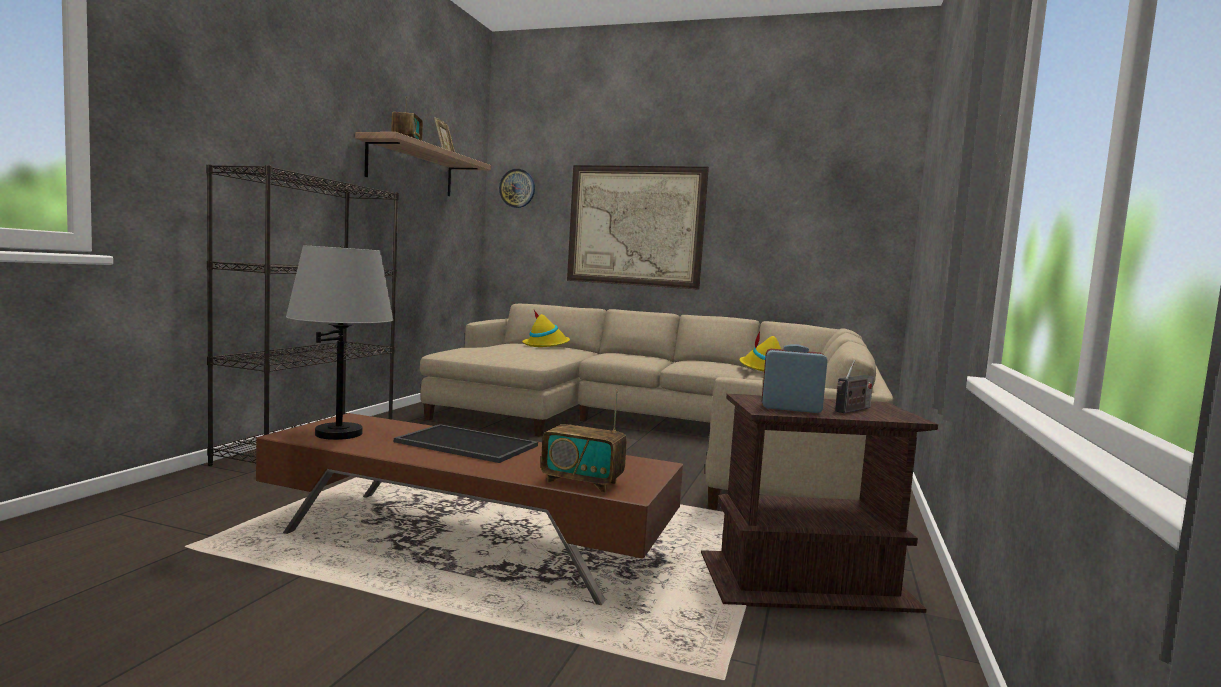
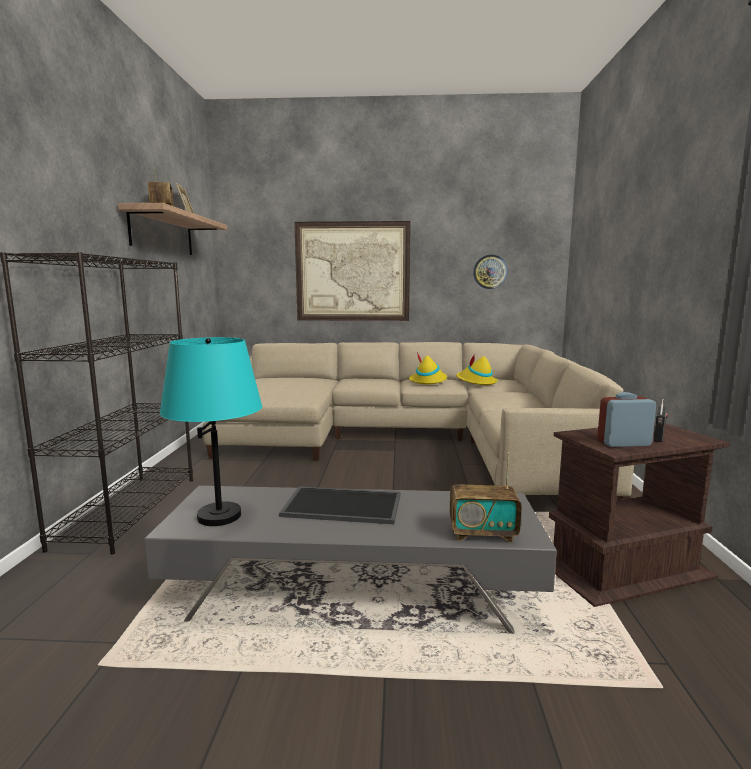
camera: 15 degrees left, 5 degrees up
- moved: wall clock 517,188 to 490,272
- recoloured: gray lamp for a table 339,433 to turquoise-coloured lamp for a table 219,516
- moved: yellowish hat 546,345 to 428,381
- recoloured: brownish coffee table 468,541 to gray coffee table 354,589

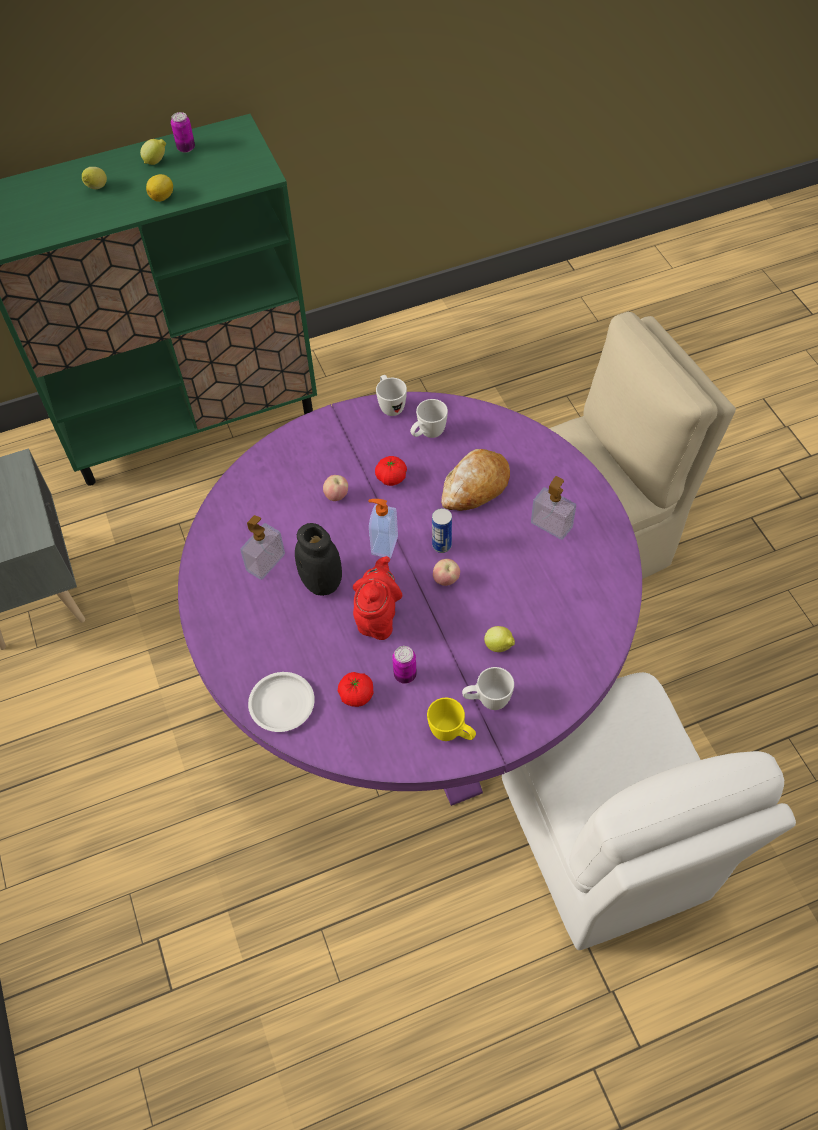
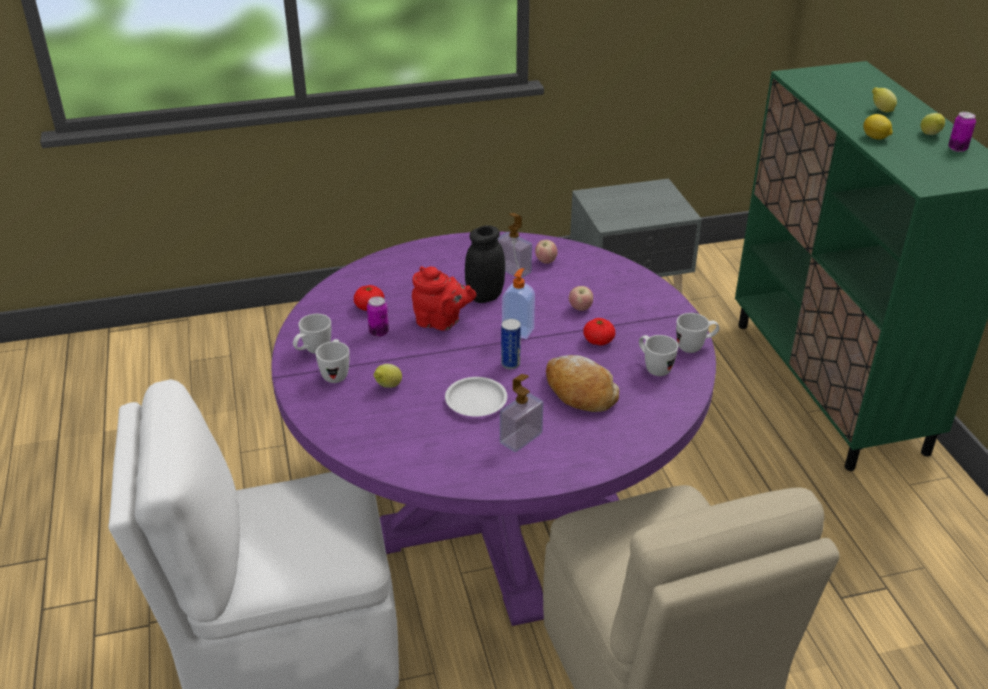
camera: 95 degrees right, 20 degrees down
- moved: apple 446,580 to 545,261
- moved: white-coloured flat dish 281,704 to 476,400
- recoloured: yellowish mug 452,734 to white-coloured mug 313,352

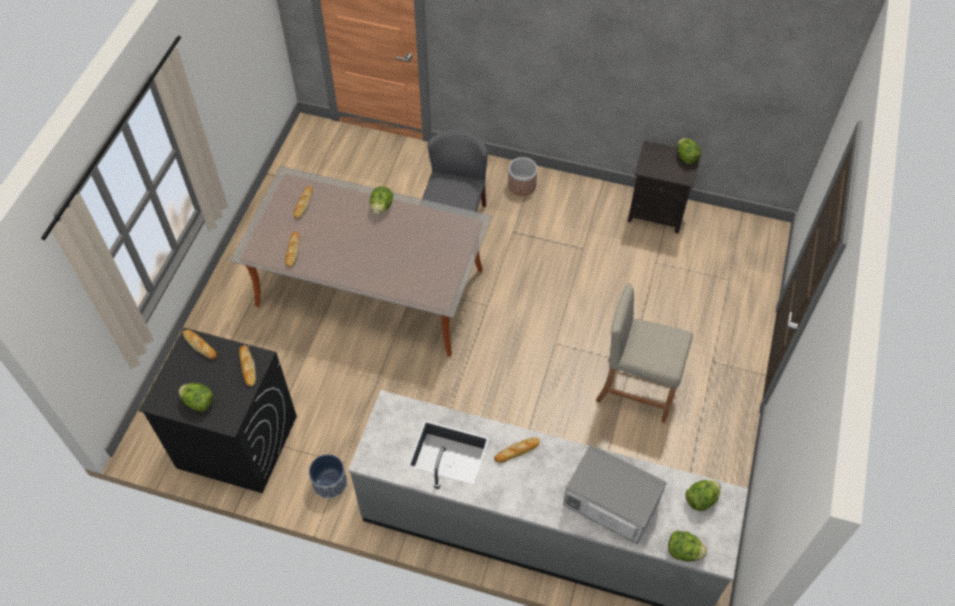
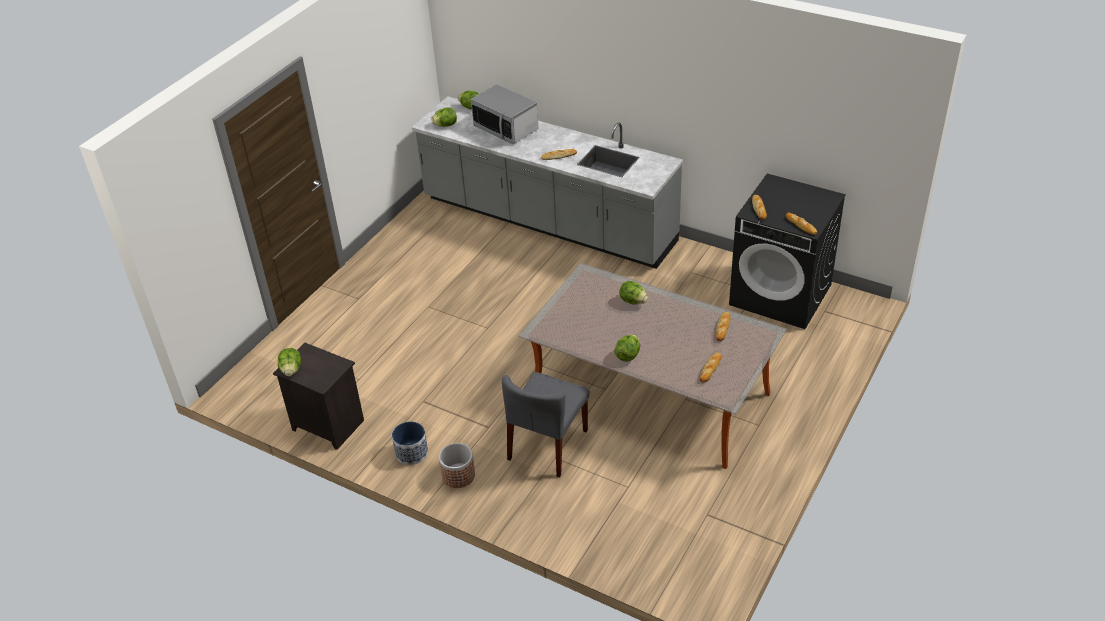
camera: 165 degrees left, 15 degrees down
- removed: sand-coloured stool 636,389
- moved: lettuce 199,402 to 633,301
- moved: flower pot 330,482 to 411,453

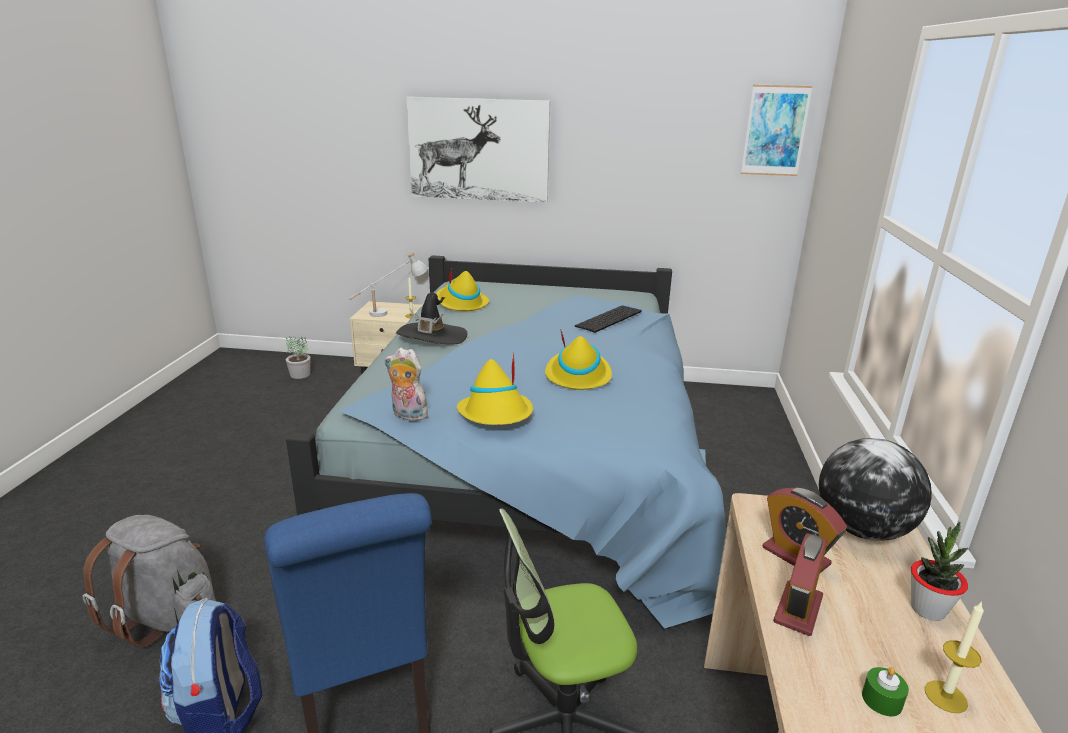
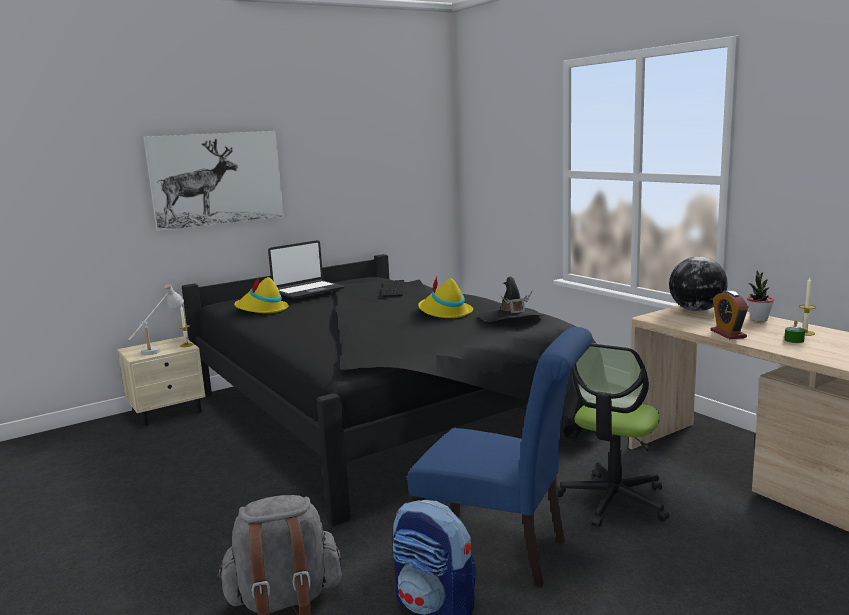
camera: 40 degrees left, 10 degrees down
- removed: wall art 775,131
- recoloured: bluish sleeping bed 535,458 to black-coloured sleeping bed 385,413
- moved: black-coloured hat 432,337 to 511,318
- removed: houseplant 300,374
- removed: soft toy 407,415
- removed: yellowish hat 496,415
- removed: bedside clock 795,556
- added: laptop 308,290

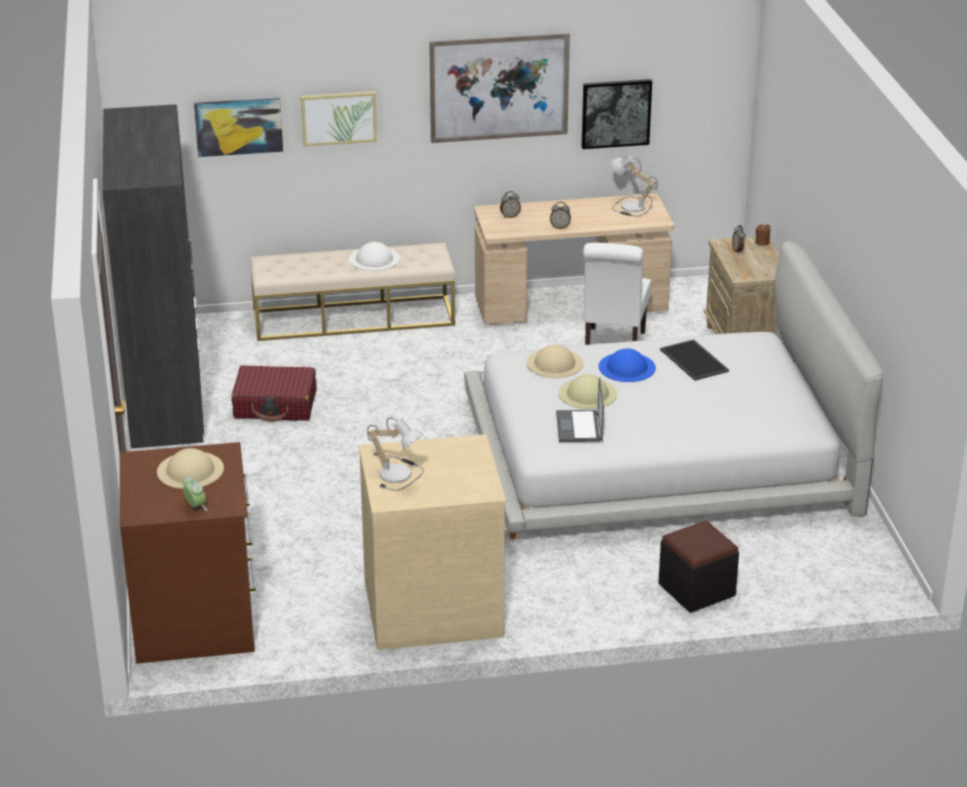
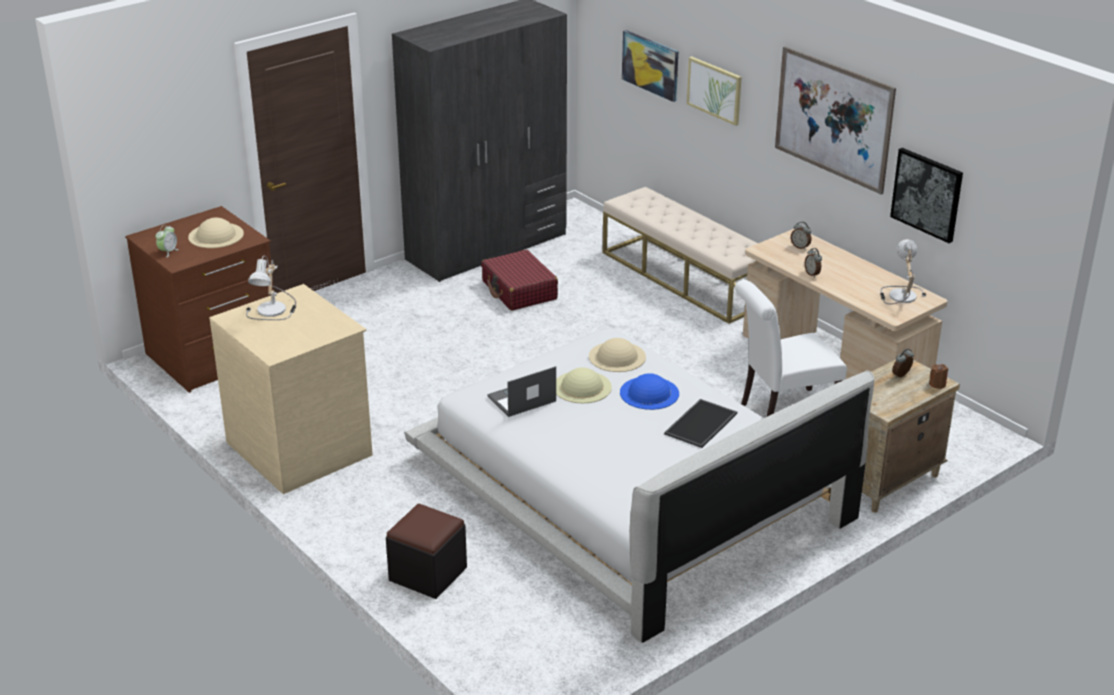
camera: 60 degrees right, 0 degrees up
- removed: white-coloured hat 374,258

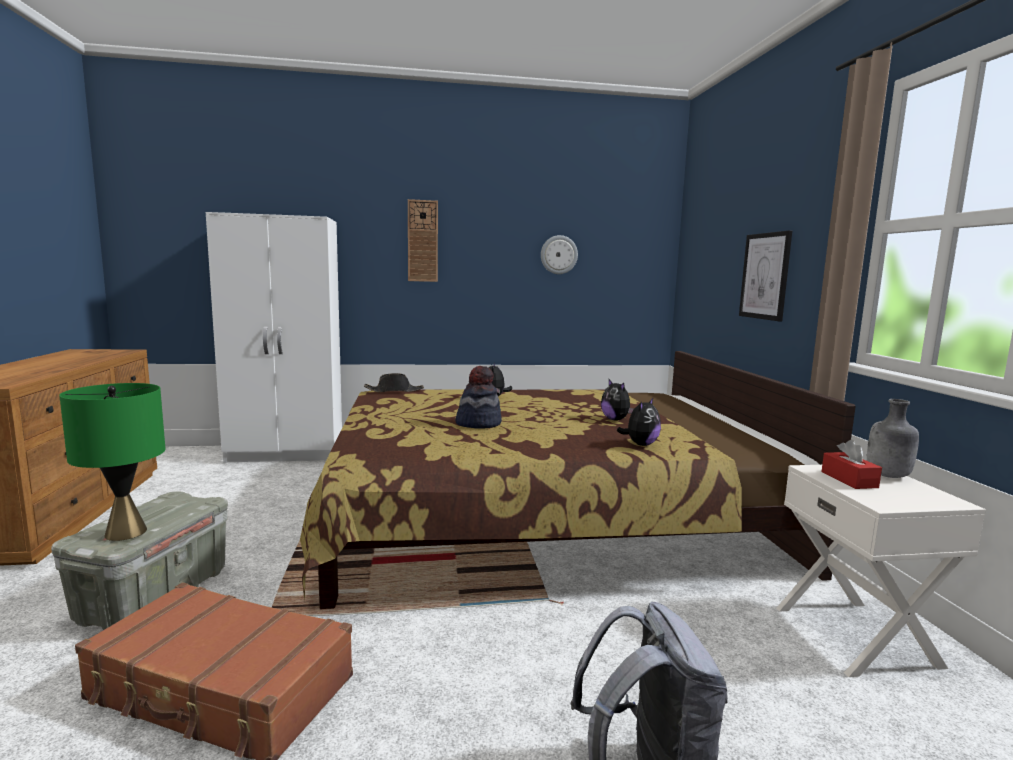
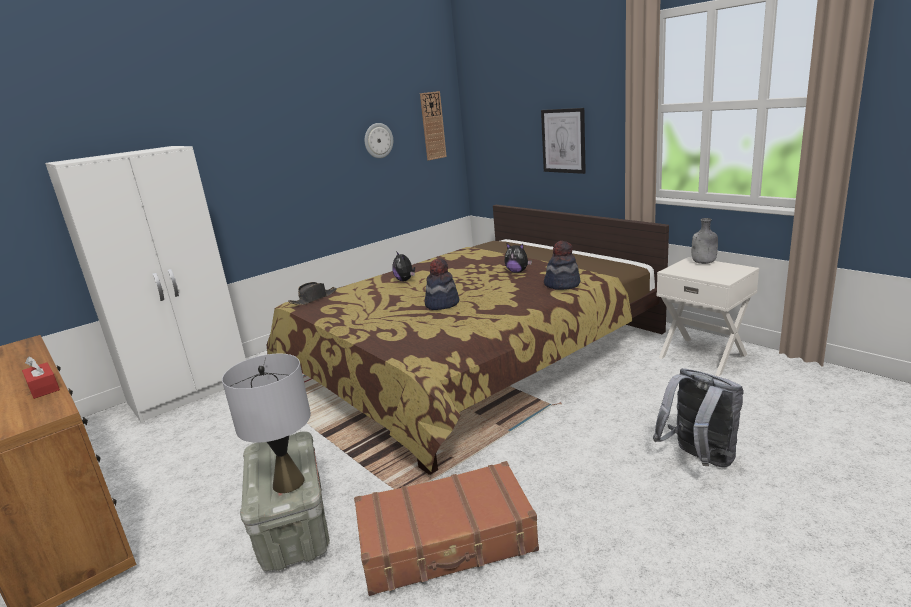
camera: 30 degrees left, 10 degrees up
- moved: wall clock 422,241 to 432,126
- recoloured: green lamp for a table 125,532 to gray lamp for a table 288,483
- replaced: soft toy 640,444 to hat 562,284
- moved: reddish tissue box 849,479 to 43,388

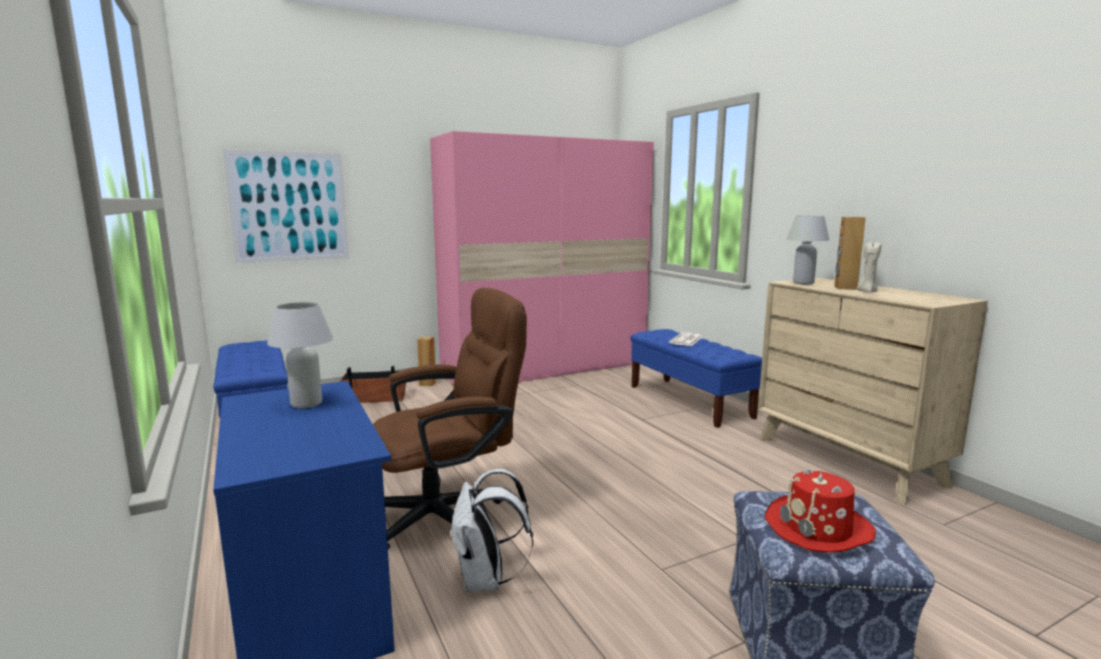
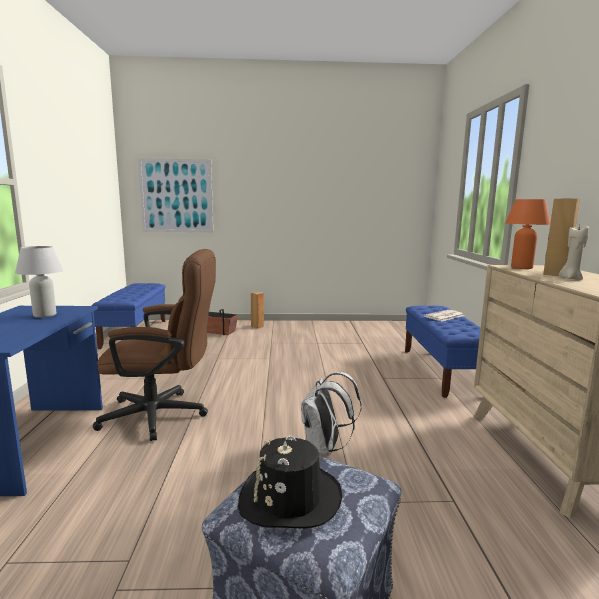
camera: 25 degrees right, 0 degrees up
- removed: pink clothes cupboard 546,368
- recoloured: white-coloured lamp for a table 803,283 to orange lamp for a table 521,267
- moved: white-coloured knapsack 486,580 to 325,448
- recoloured: reddish hat 819,528 to black-coloured hat 289,498

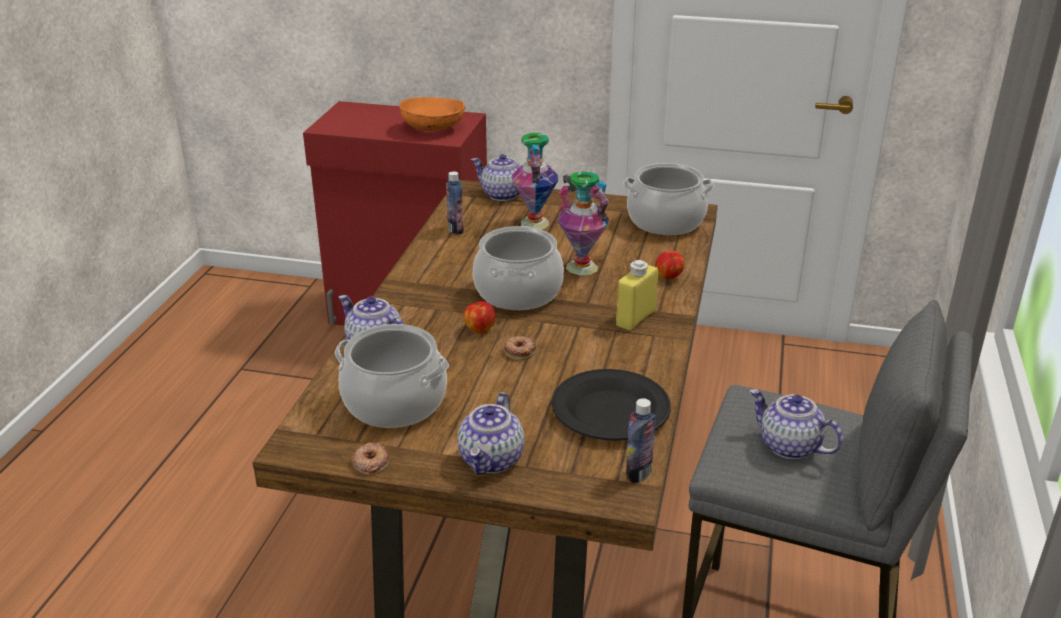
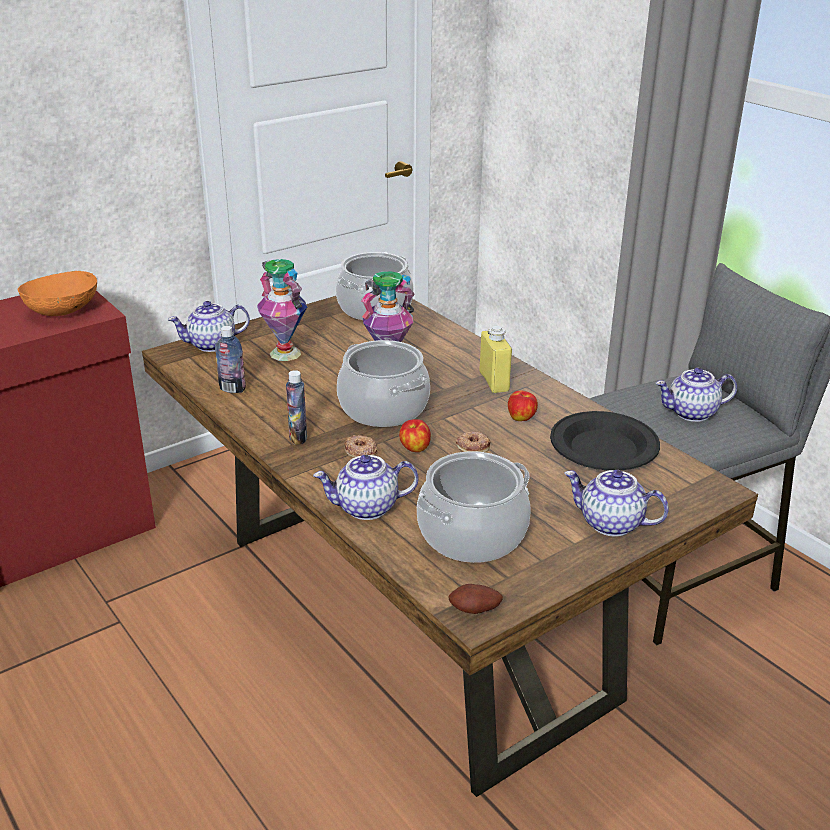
camera: 50 degrees left, 0 degrees up
- moved: apple 669,277 to 521,418
- turned: pot for tea 492,460 = 610,523 150 degrees clockwise
- moved: beverage bottle 638,474 to 298,437
- moved: donut 370,462 to 360,450
- added: spud 475,611

